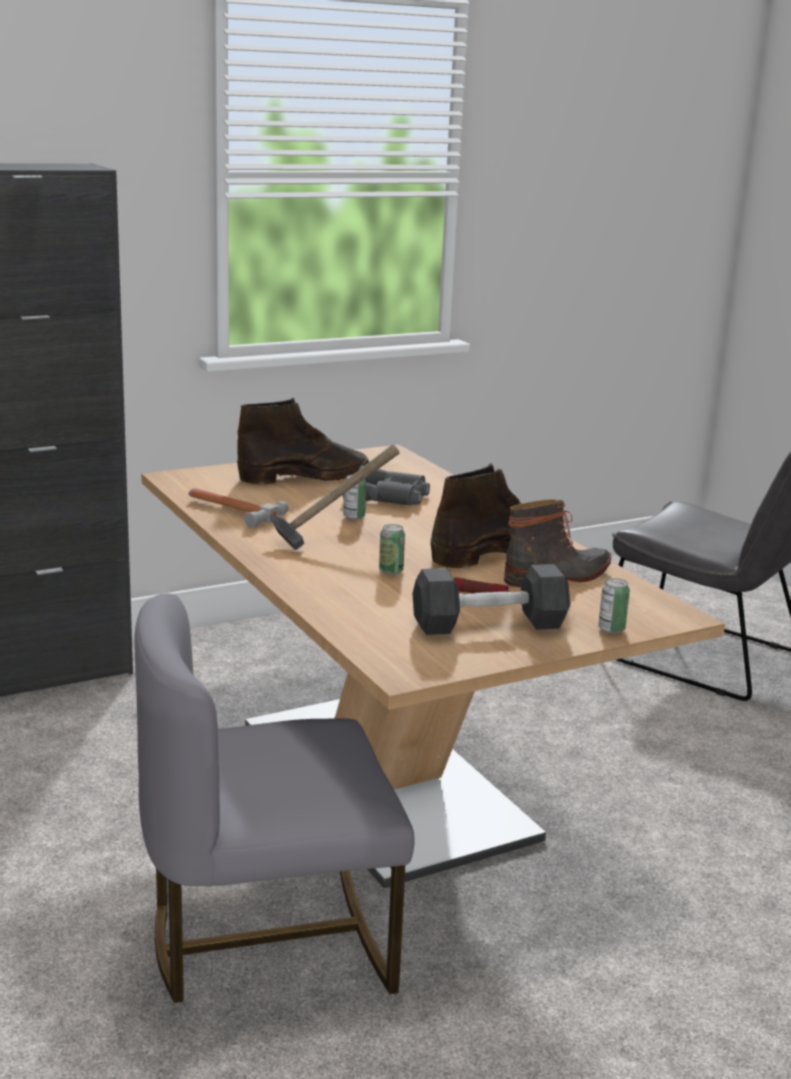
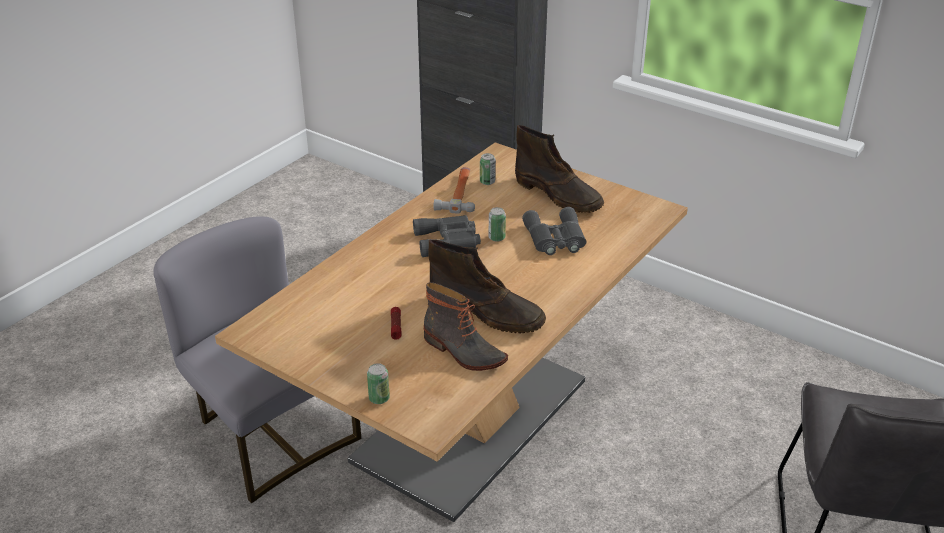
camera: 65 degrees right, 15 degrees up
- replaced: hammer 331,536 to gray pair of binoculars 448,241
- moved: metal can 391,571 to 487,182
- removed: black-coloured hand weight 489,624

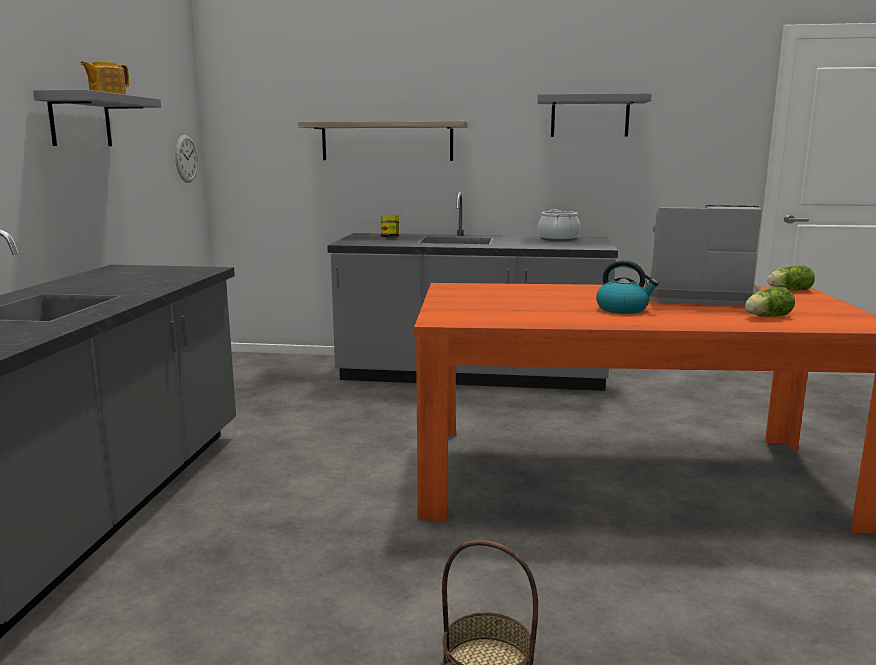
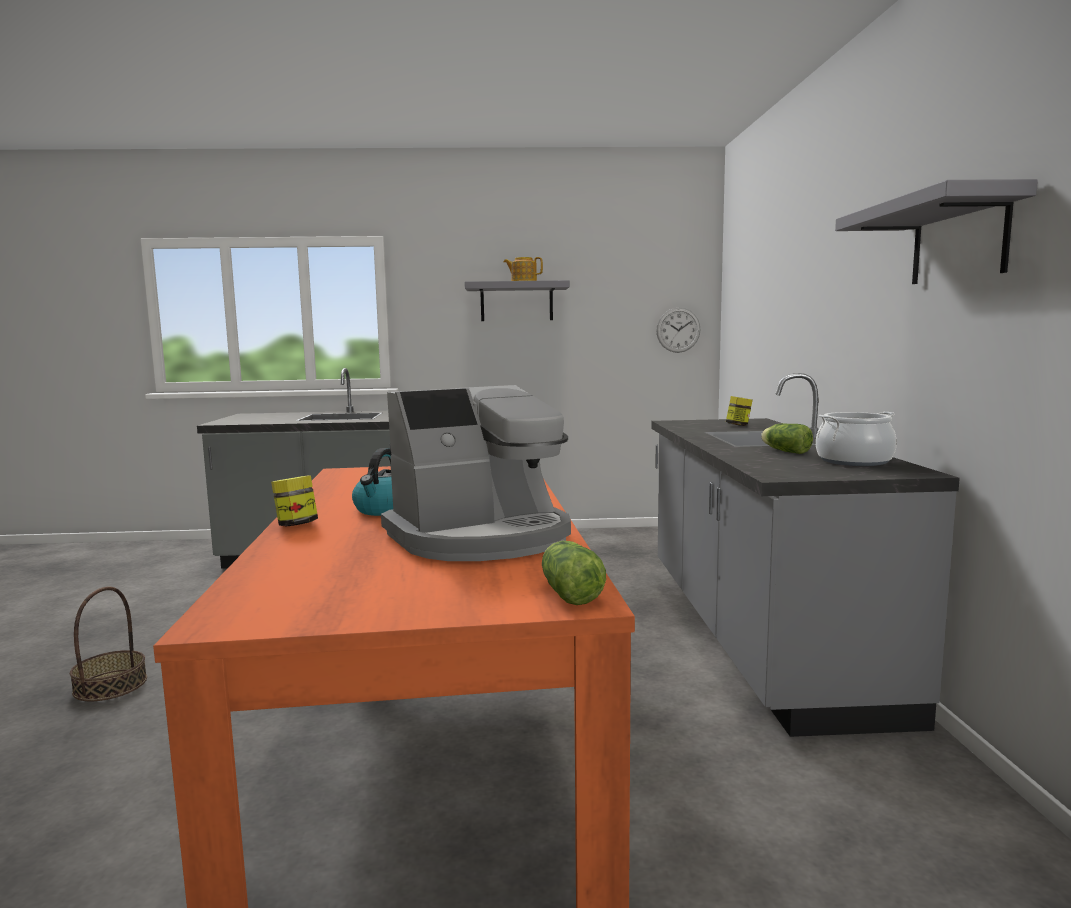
camera: 80 degrees right, 5 degrees down
- removed: wall shelf 387,141
- turned: coffee brewer 696,296 = 481,537 60 degrees clockwise
- moved: lettuce 766,317 to 784,451
- added: storage jar 296,525

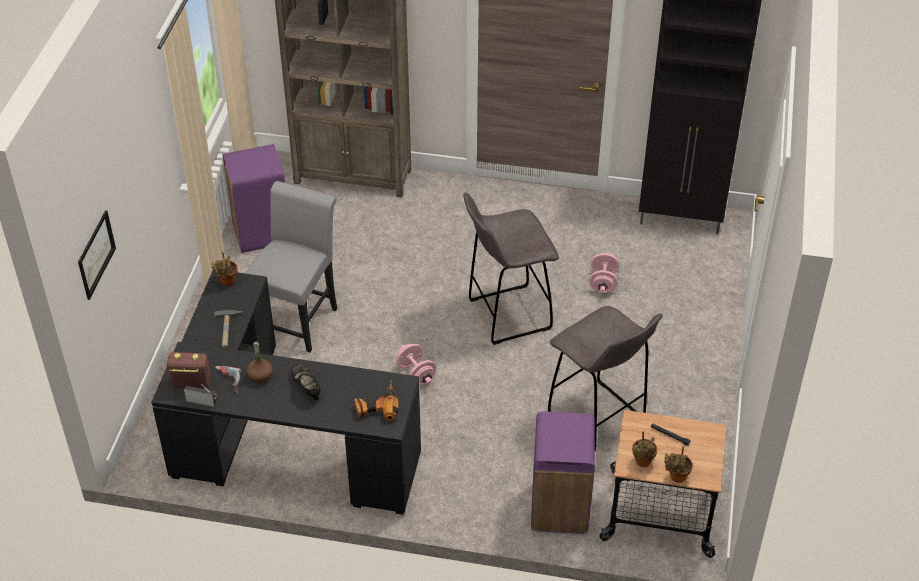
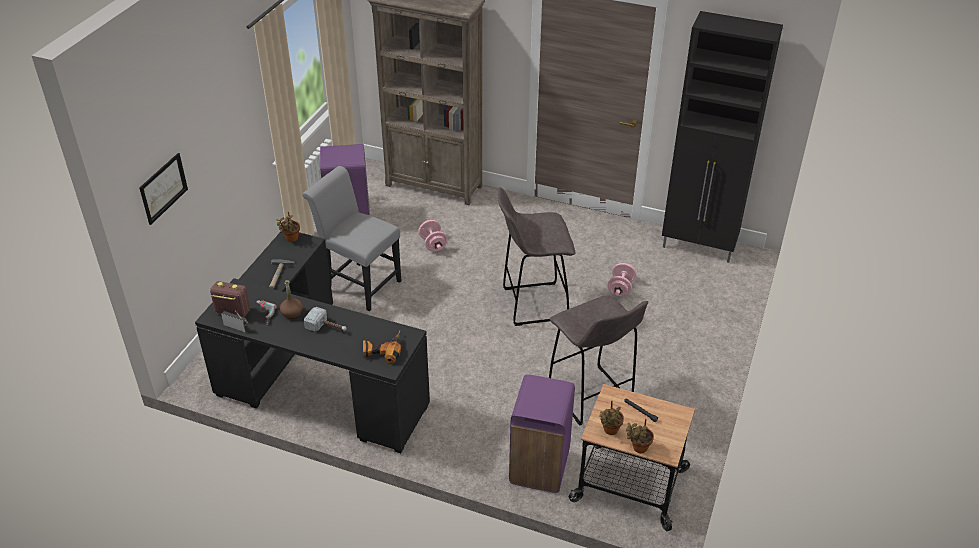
camera: 10 degrees right, 5 degrees down
- turned: gray chair 298,317 = 359,284 90 degrees counterclockwise
- moved: pink hand weight 416,374 to 433,244
- replaced: black-coloured item of footwear 306,388 to hammer 327,327

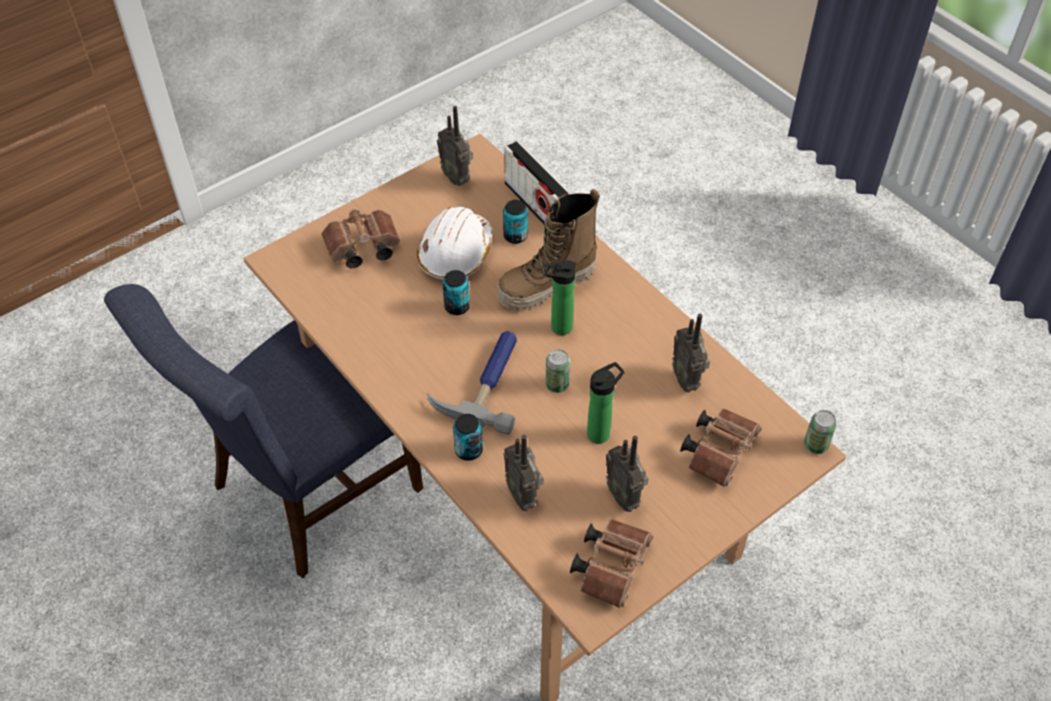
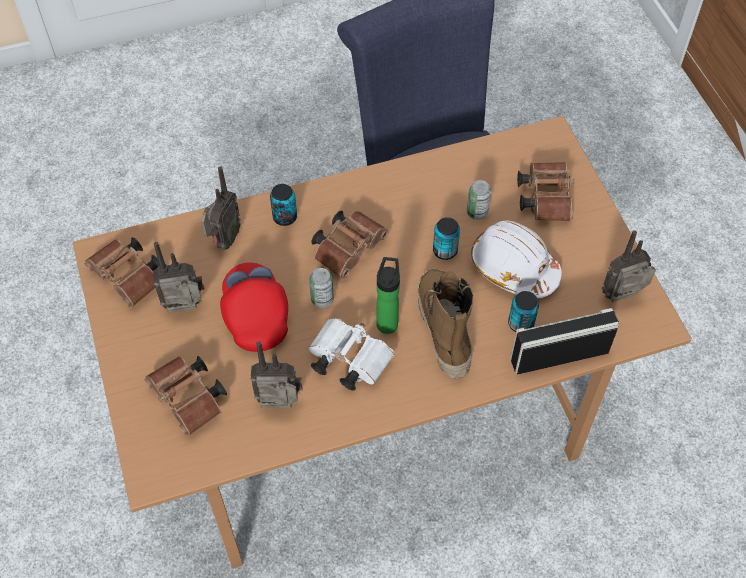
camera: 110 degrees right, 5 degrees up
- replaced: hammer 485,381 to brownish pair of binoculars 350,248
- replaced: beverage bottle 601,432 to reddish baseball cap 255,315
- moved: metal can 815,445 to 477,212
- turned: radio 523,495 = 224,241 120 degrees clockwise
- added: white-coloured pair of binoculars 347,360

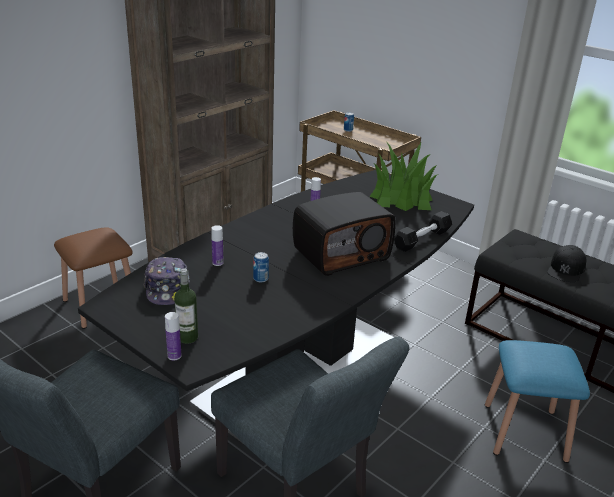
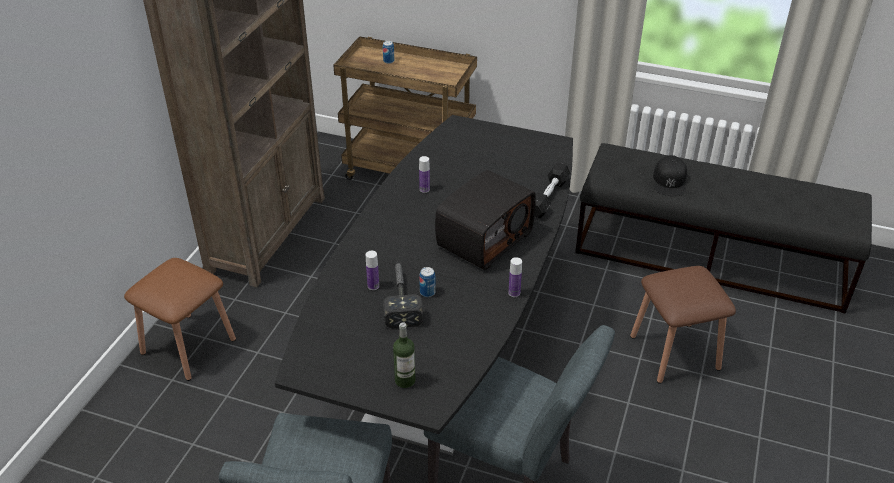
camera: 20 degrees left, 10 degrees up
- removed: houseplant 401,197
- removed: baseball cap 167,288
- moved: beverage bottle 174,356 to 514,293
- recoloured: bluish stool 524,432 to brownish stool 674,352
- added: hammer 401,297

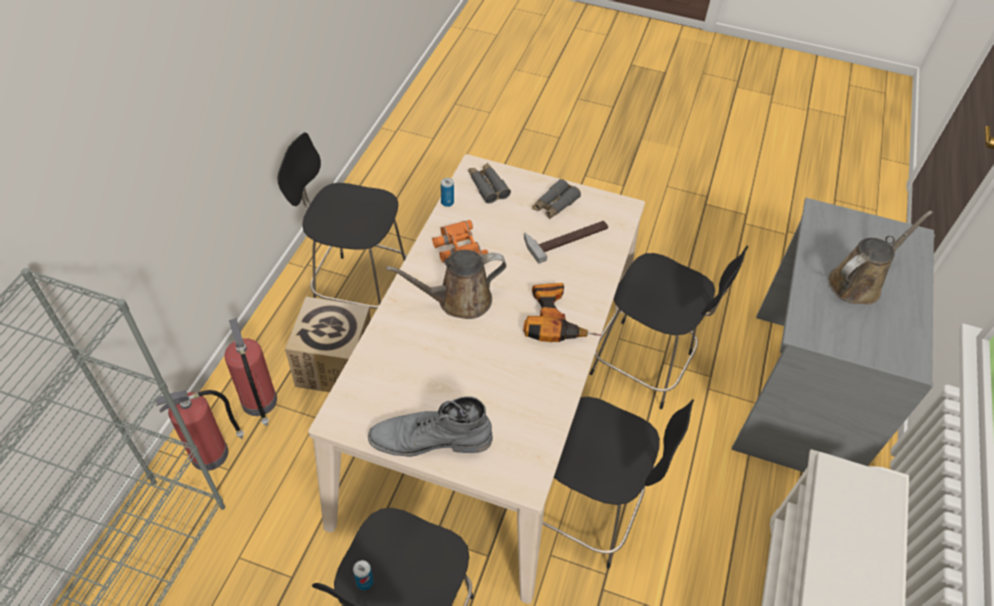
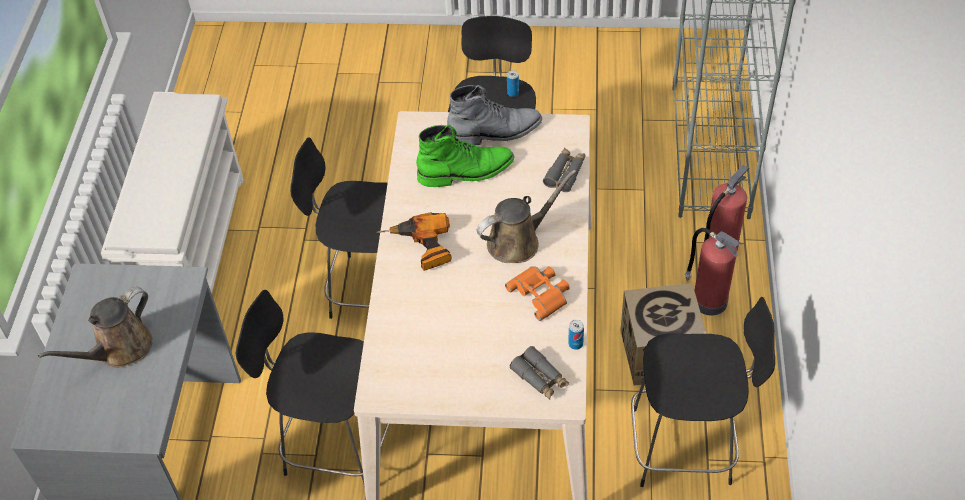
camera: 170 degrees right, 0 degrees up
- moved: gray pair of binoculars 554,205 to 565,173
- removed: hammer 566,237
- added: green boot 466,171

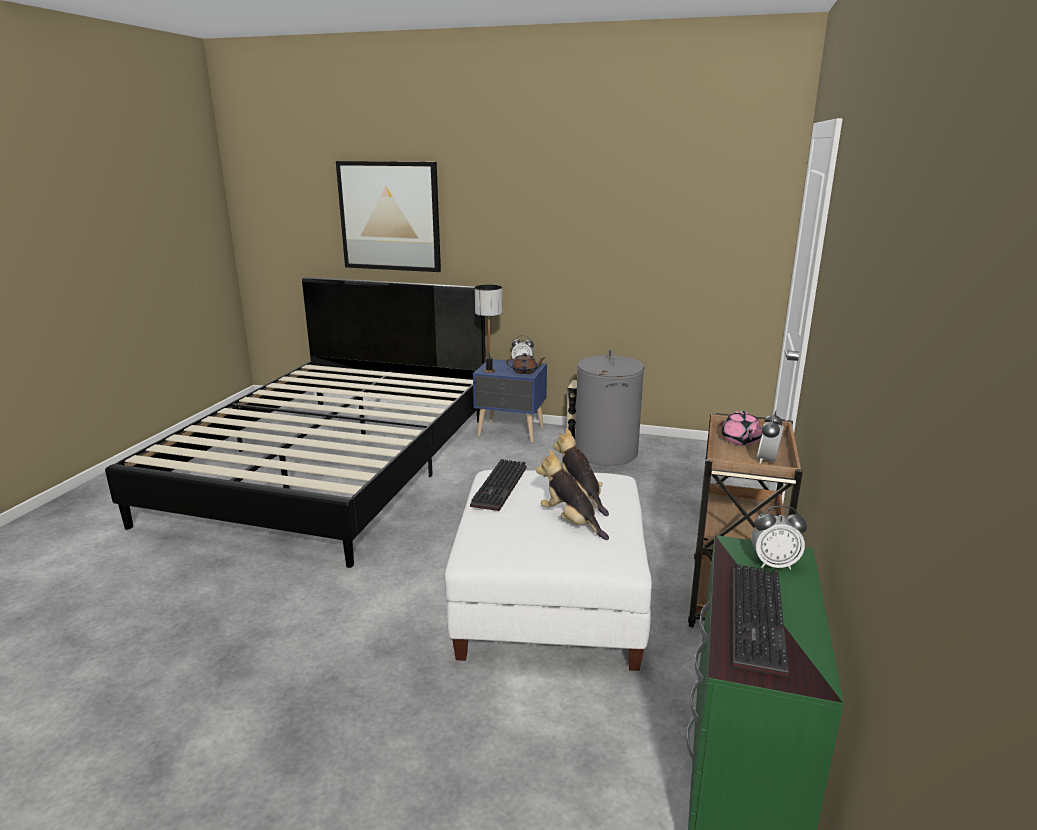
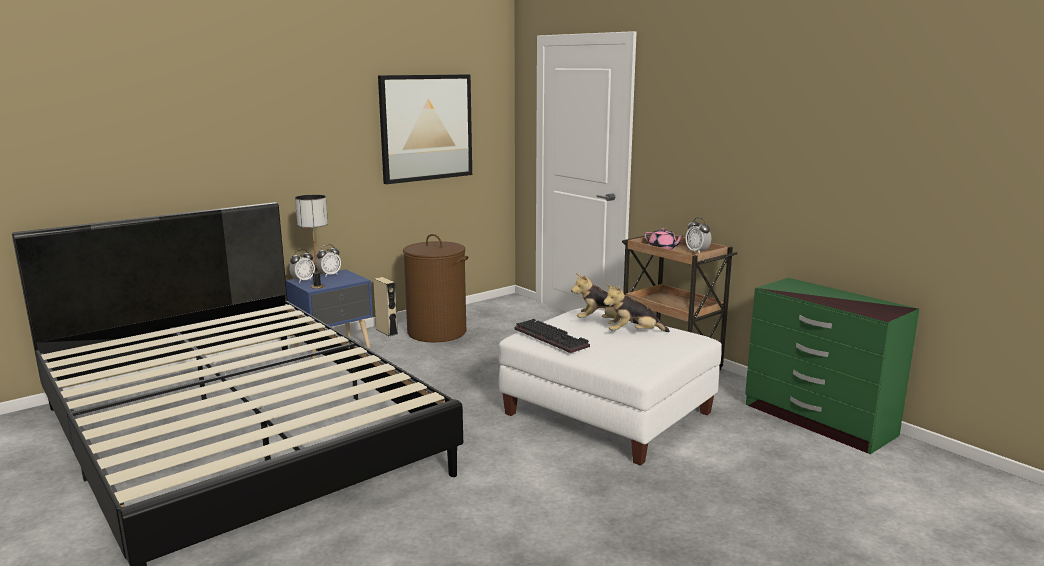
camera: 55 degrees left, 5 degrees down
- moved: wall art 390,216 to 426,127
- recoloured: gray hamper 606,453 to brownish hamper 437,332
- removed: brownish pot for tea 525,372
- moved: bedside clock 774,564 to 303,281
- removed: keyboard 760,621

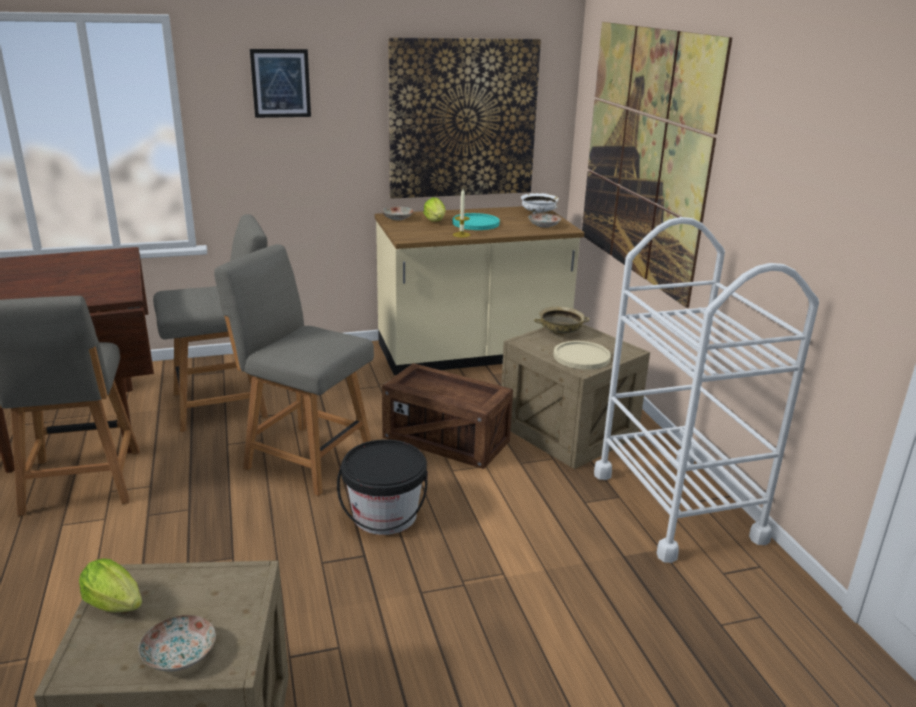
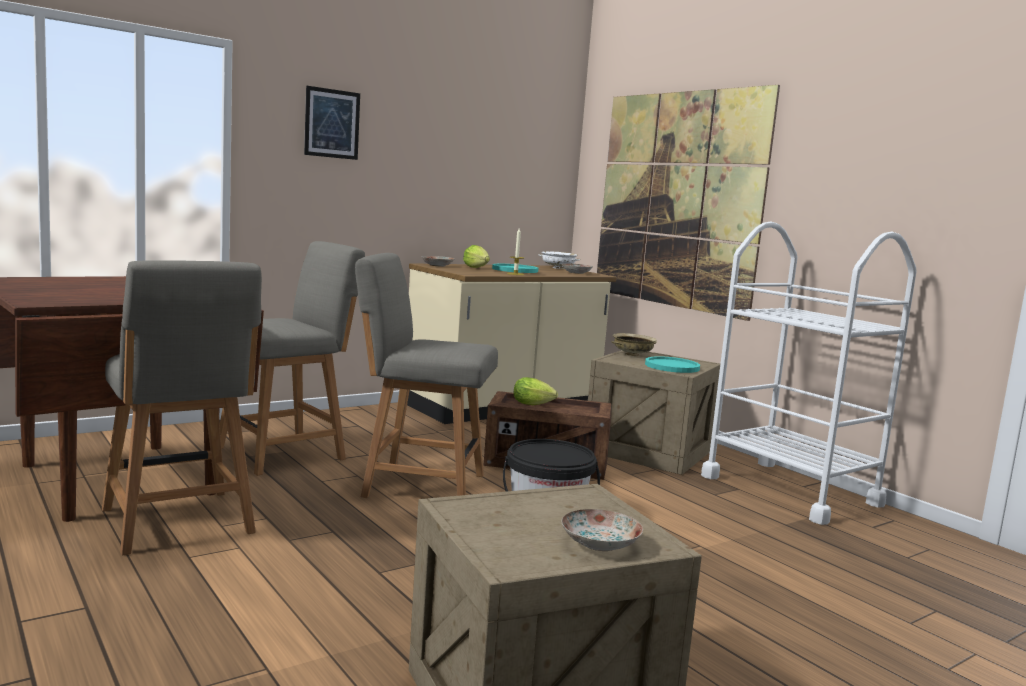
camera: 20 degrees left, 15 degrees down
- removed: wall art 463,119
- recoloured: sand-coloured flat dish 581,357 to turquoise-coloured flat dish 672,366
- moved: lettuce 117,606 to 534,405

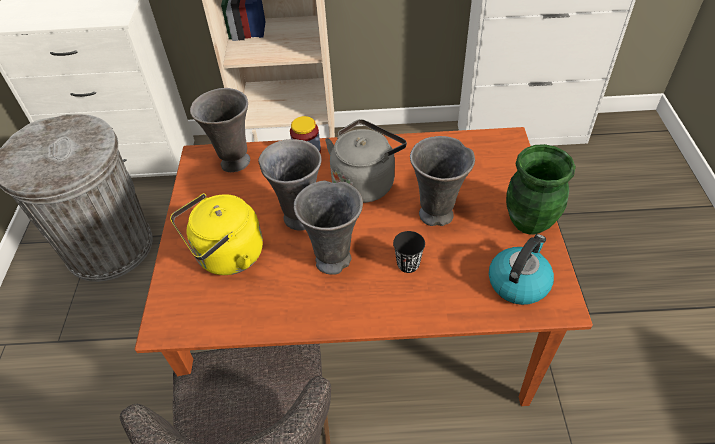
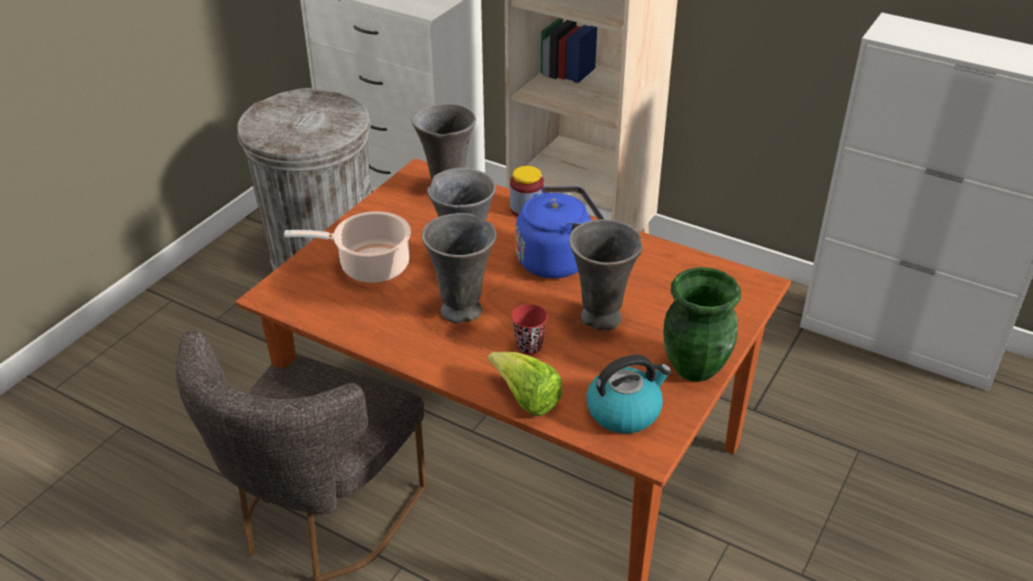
camera: 30 degrees right, 10 degrees down
- recoloured: gray tea kettle 365,182 to bluish tea kettle 558,260
- replaced: yellowish tea kettle 227,257 to cooking pot 369,266
- recoloured: black-coloured cup 408,264 to reddish cup 529,346
- added: lettuce 526,399

